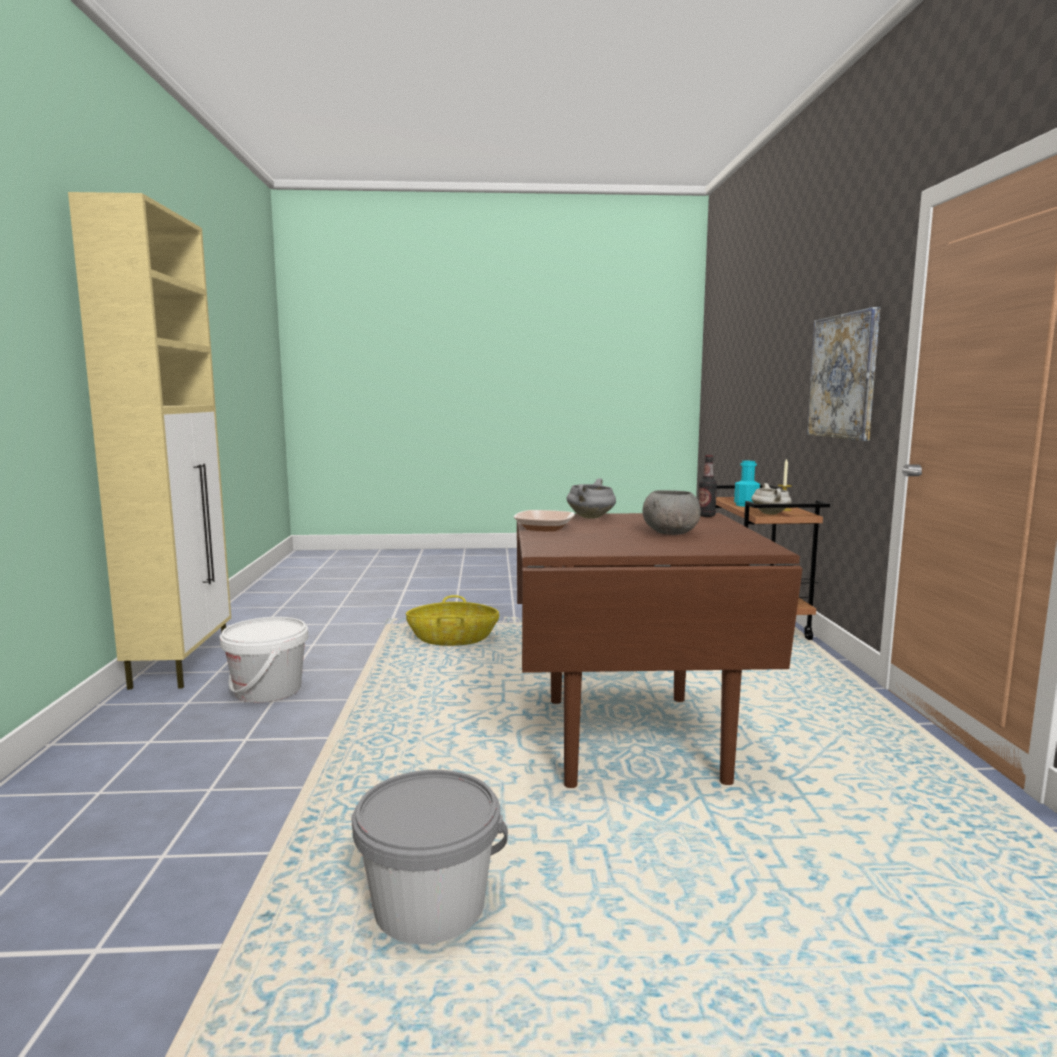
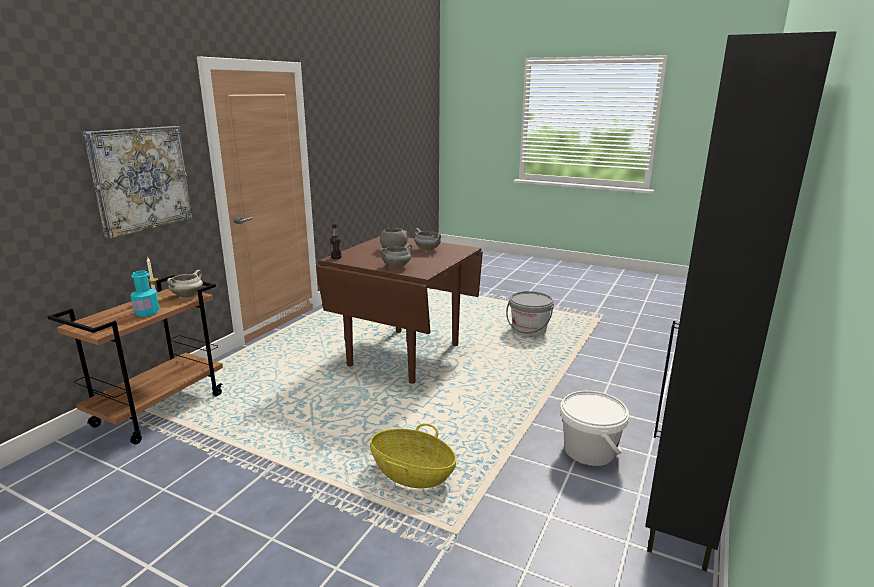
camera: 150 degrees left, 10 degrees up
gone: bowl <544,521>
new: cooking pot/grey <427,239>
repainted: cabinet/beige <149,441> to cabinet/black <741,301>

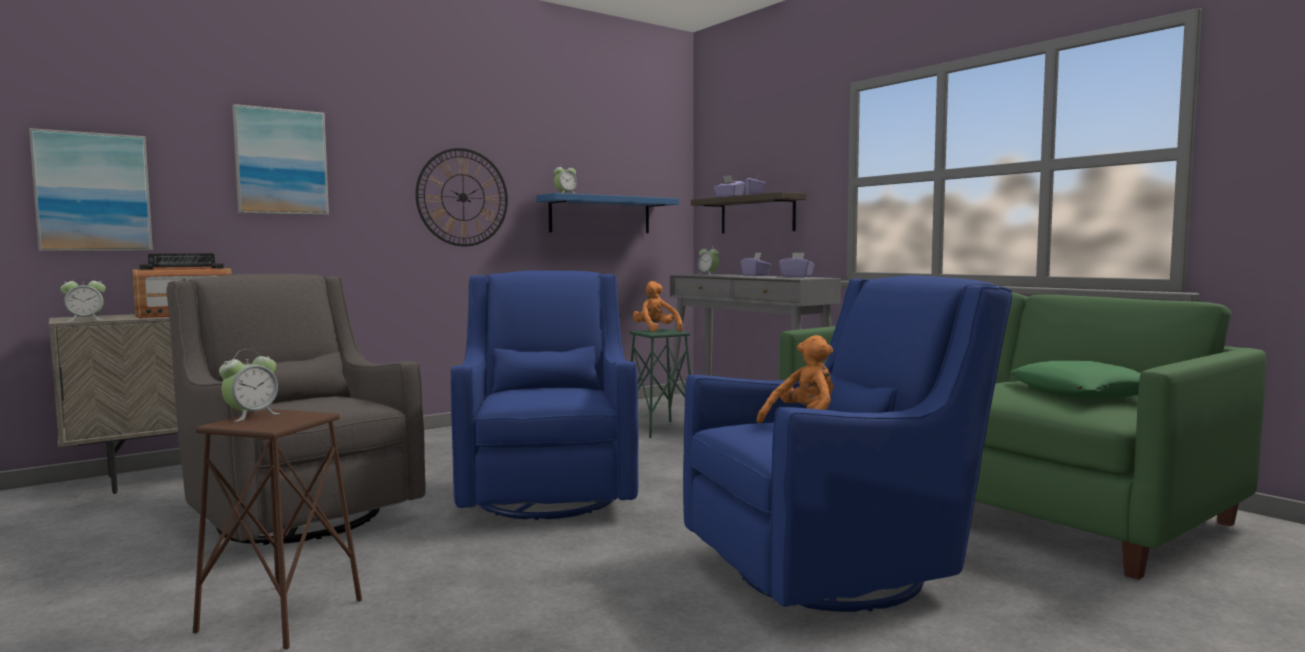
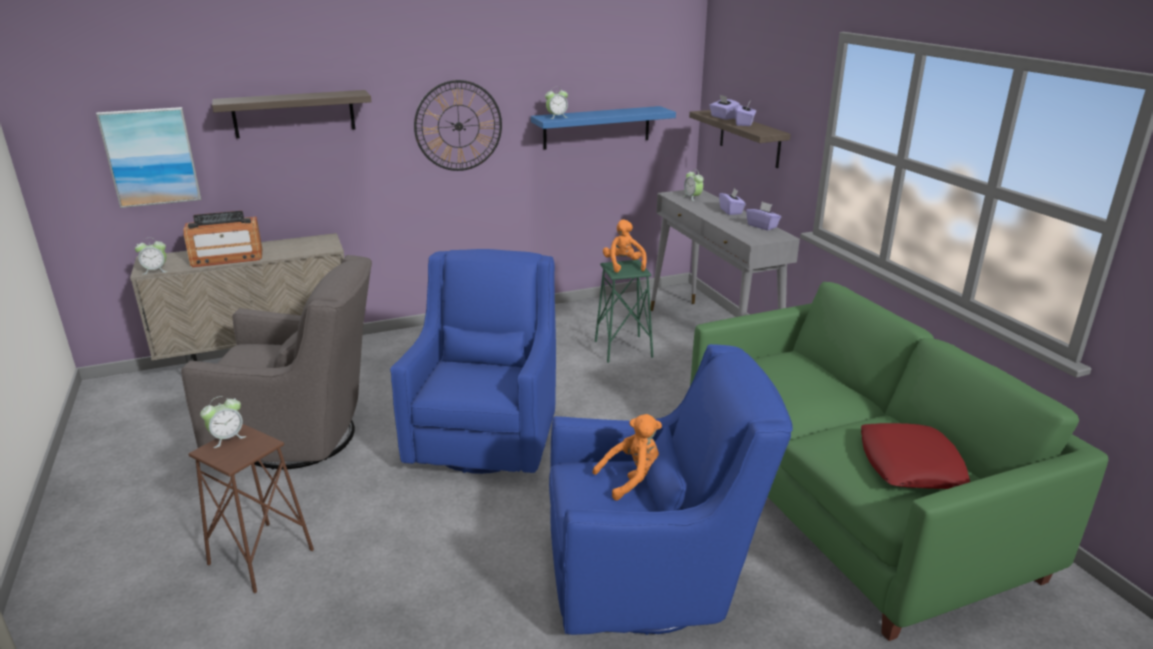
camera: 15 degrees right, 20 degrees up
swapped: picture <280,159> to shelf <291,114>
repainted: pillow/green <1075,380> to pillow/red <915,456>
rotated: armchair/grey <296,409> = <276,362> 120 degrees clockwise

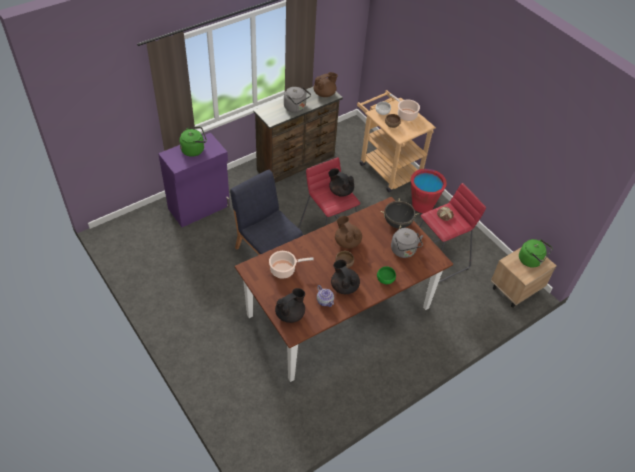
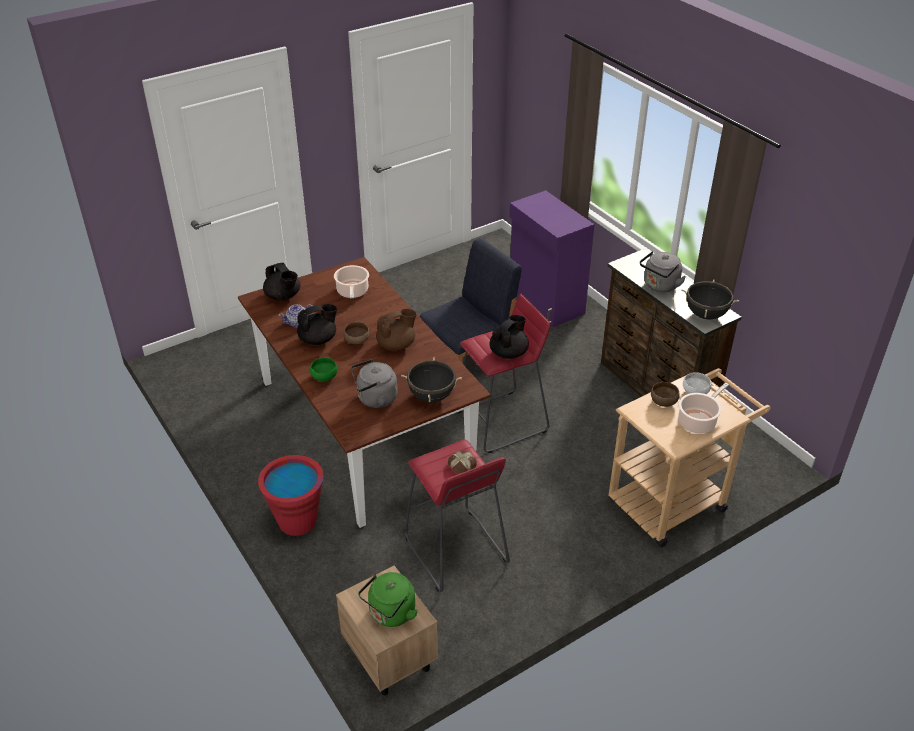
camera: 95 degrees right, 10 degrees down
gone: kettle/green <193,142>
shifted: bucket/red <429,191> to <290,495>
swapped: teapot/brown <326,84> to cooking pot/black <710,299>

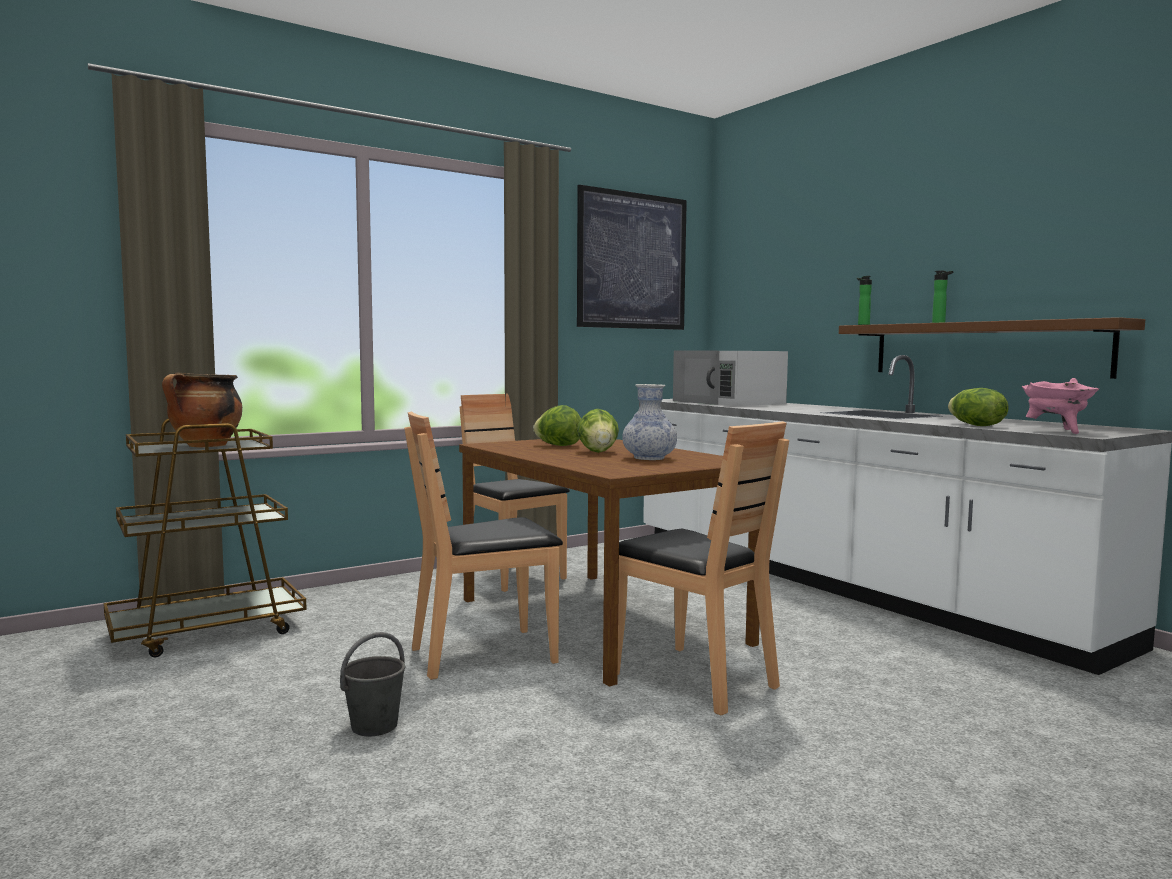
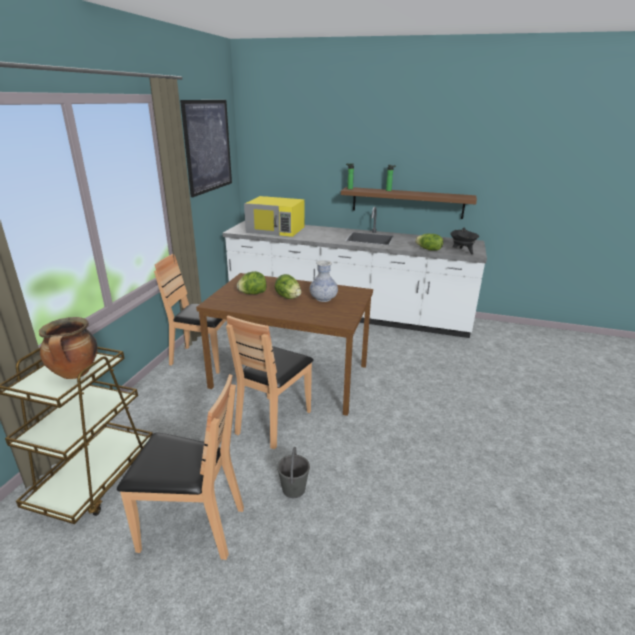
camera: 40 degrees left, 20 degrees up
shifted: chair/brown <703,568> to <180,467>
repainted: microwave/white <730,378> to microwave/yellow <274,216>; cooking pot/pink <1060,406> to cooking pot/black <464,241>

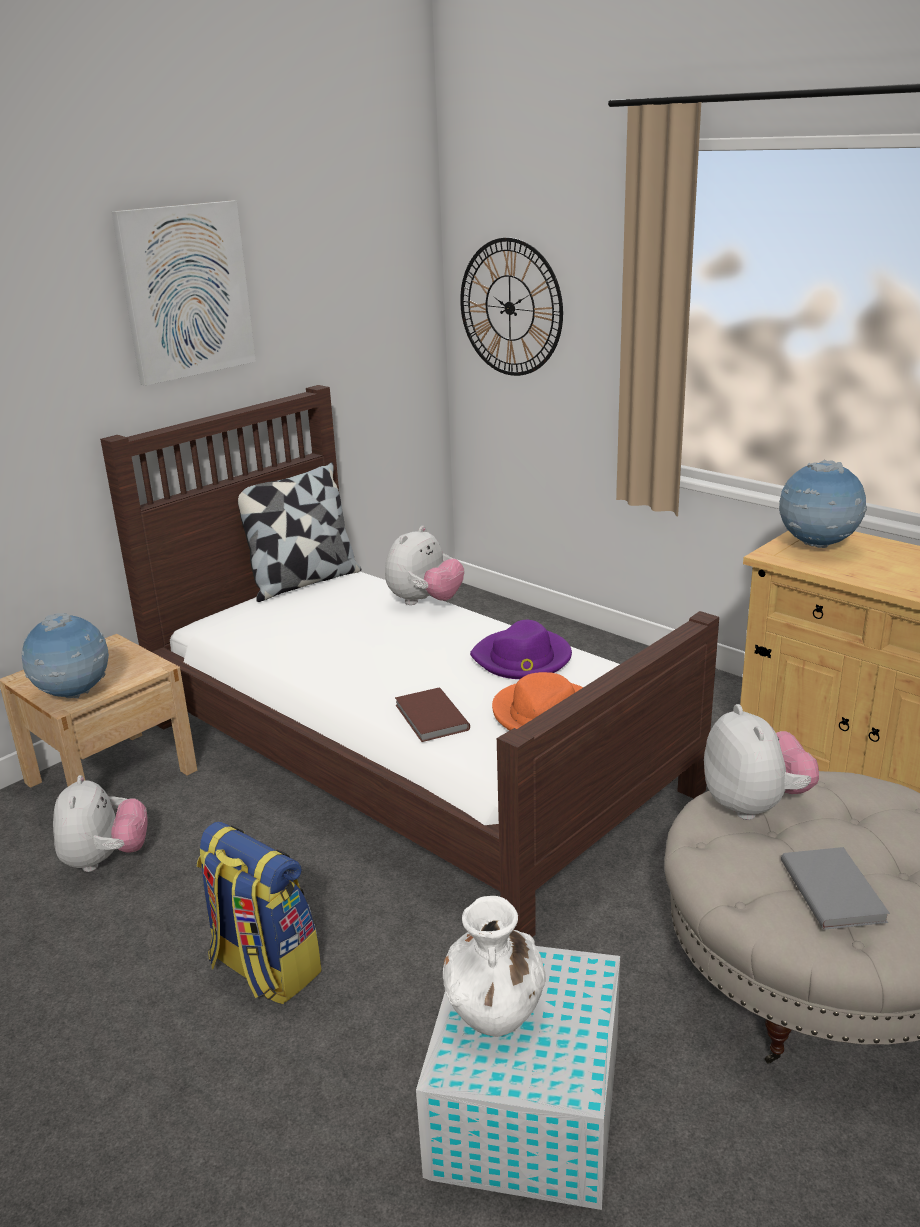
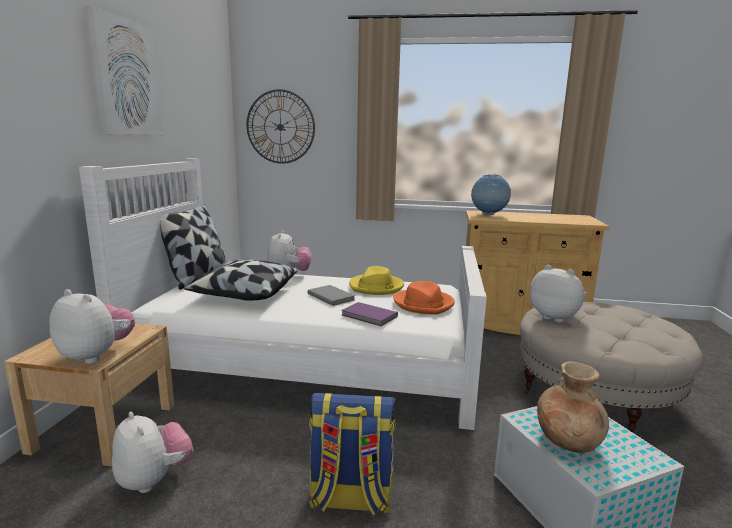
camera: 35 degrees left, 10 degrees down
new: pillow <240,280>
shifted: book/grey <835,888> to <331,295>
swapped: globe <65,656> to plush toy <92,326>
repainted: bed/brown <409,661> to bed/white <283,294>; book/brown <432,714> to book/purple <370,314>; vase/white <494,966> to vase/brown <573,407>; hat/purple <521,649> to hat/yellow <376,280>

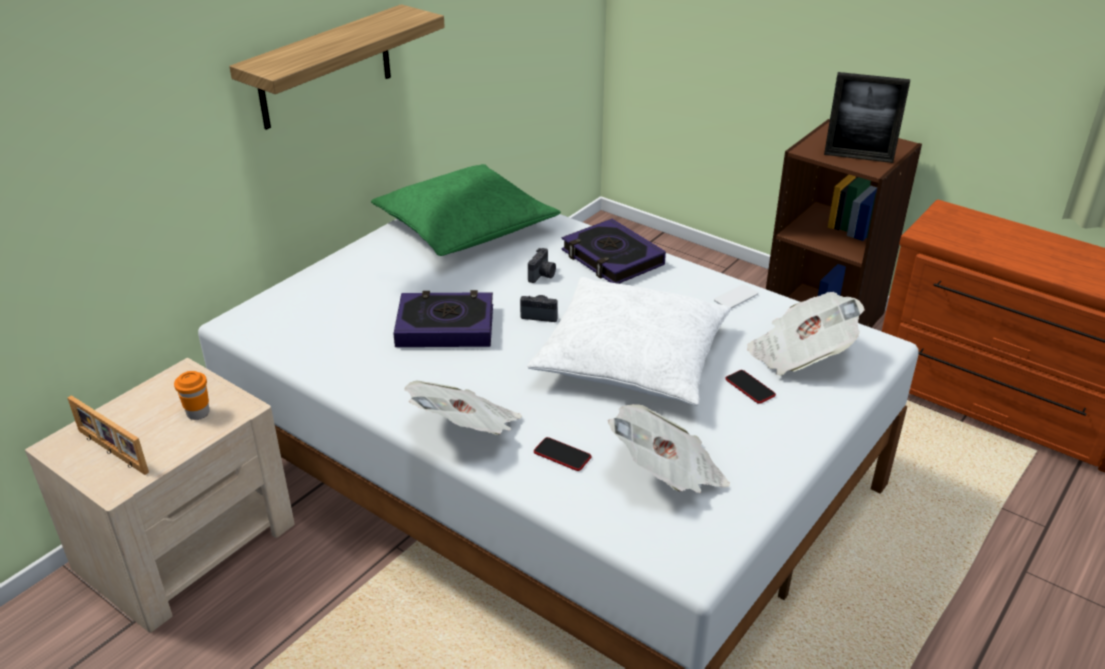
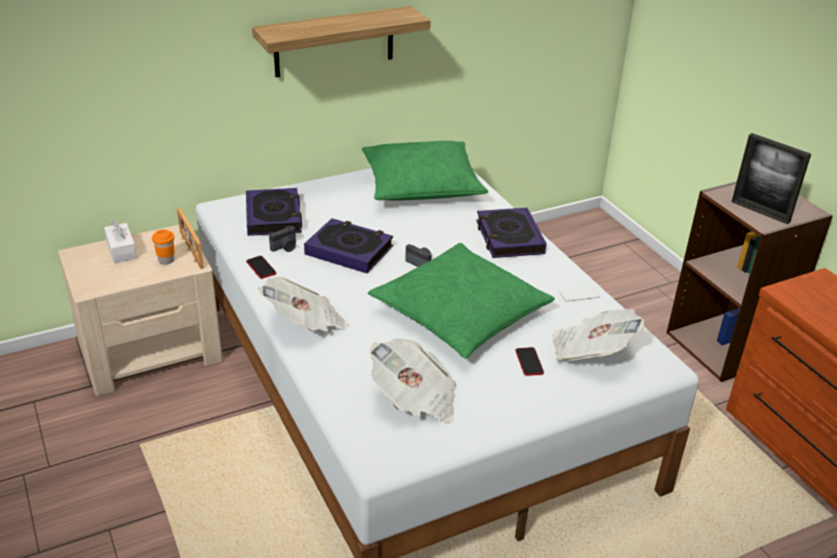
camera: 25 degrees right, 0 degrees up
new: tissue box/white <120,241>; book <274,212>
shifted: picture frame <108,435> to <190,238>; photo camera <542,265> to <282,238>; phone <563,454> to <261,267>
repainted: pillow/white <629,341> to pillow/green <461,301>

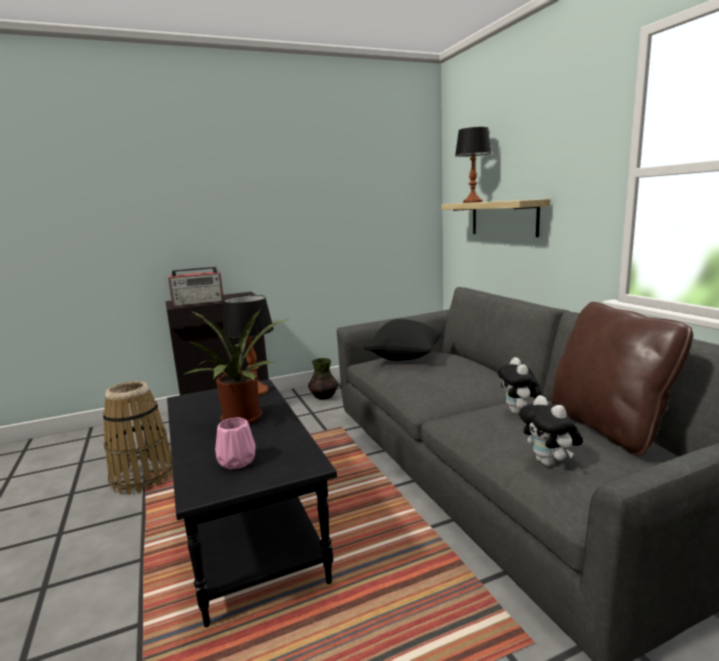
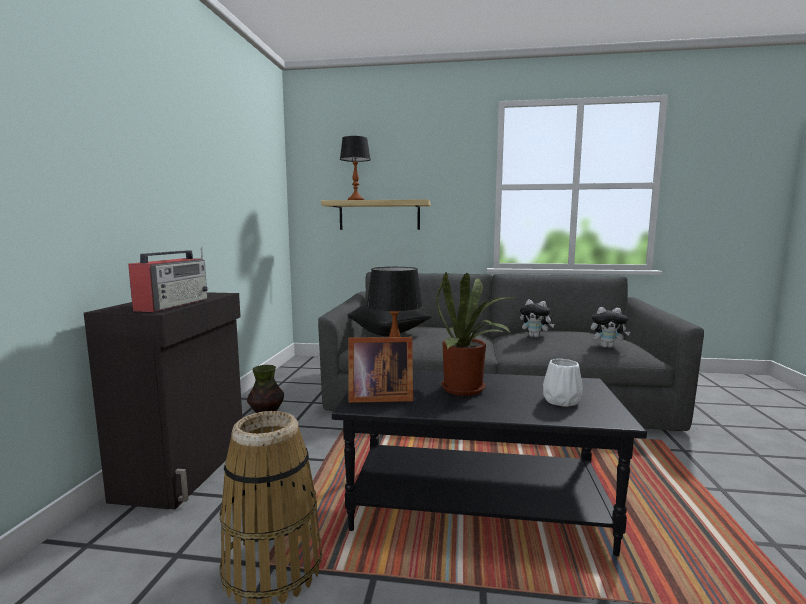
camera: 60 degrees left, 5 degrees down
gone: pillow/brown <622,378>
new: picture frame <380,370>
repainted: vase/pink <235,444> to vase/white <563,383>

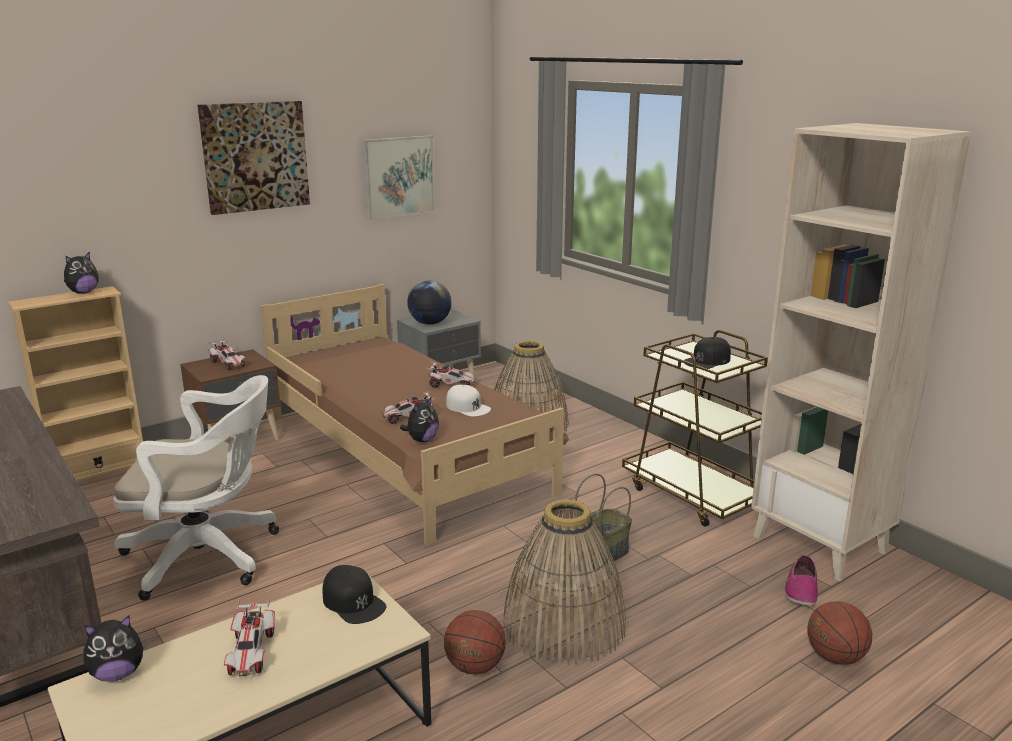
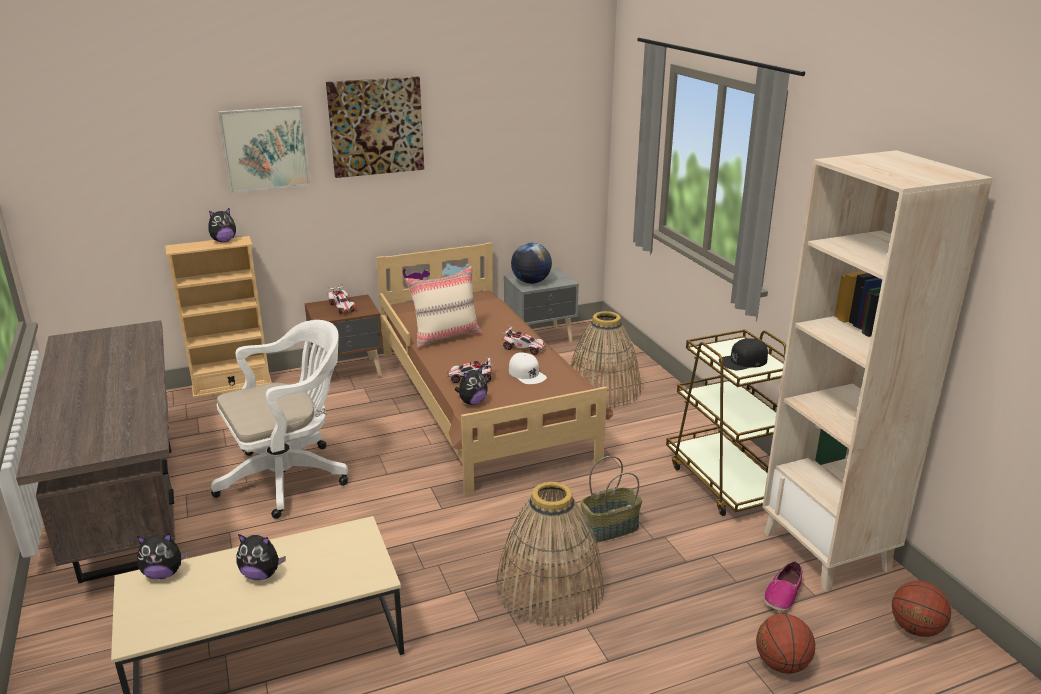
camera: 15 degrees right, 5 degrees up
gone: cap/black <354,594>
new: pillow/beige <444,307>
shifted: picture <399,177> to <264,149>; basketball <475,642> to <921,609>
swapped: toy car <249,636> to plush toy <261,557>
rotated: office chair/white <196,488> = <279,419> 45 degrees counterclockwise

